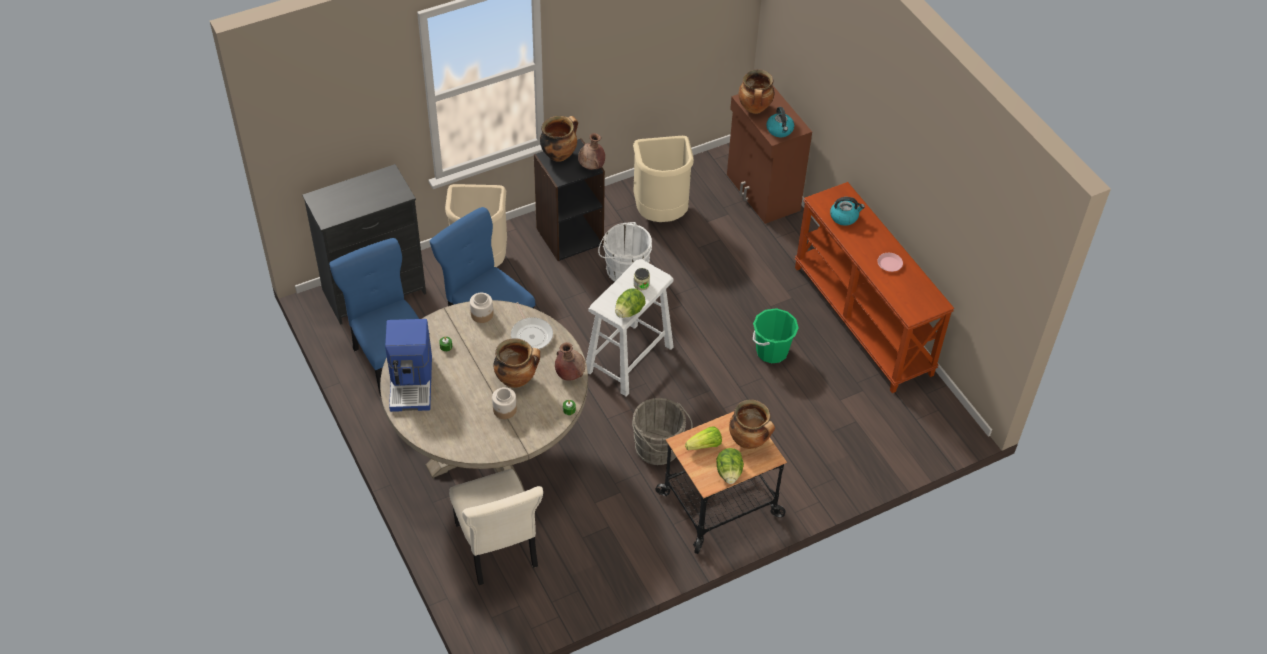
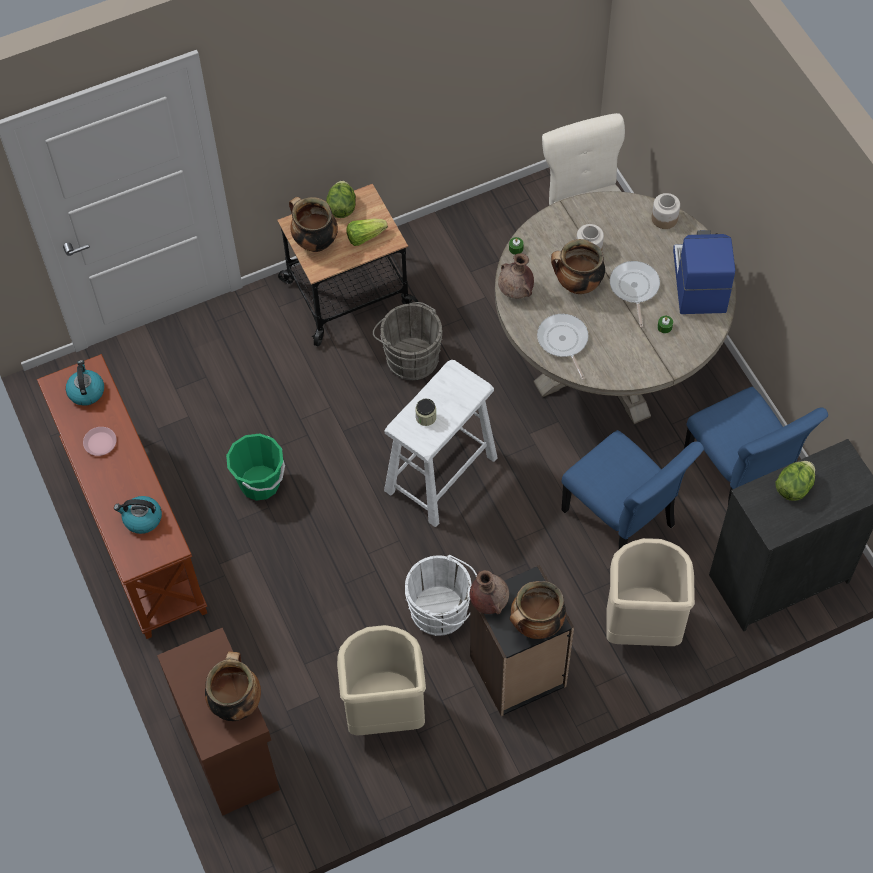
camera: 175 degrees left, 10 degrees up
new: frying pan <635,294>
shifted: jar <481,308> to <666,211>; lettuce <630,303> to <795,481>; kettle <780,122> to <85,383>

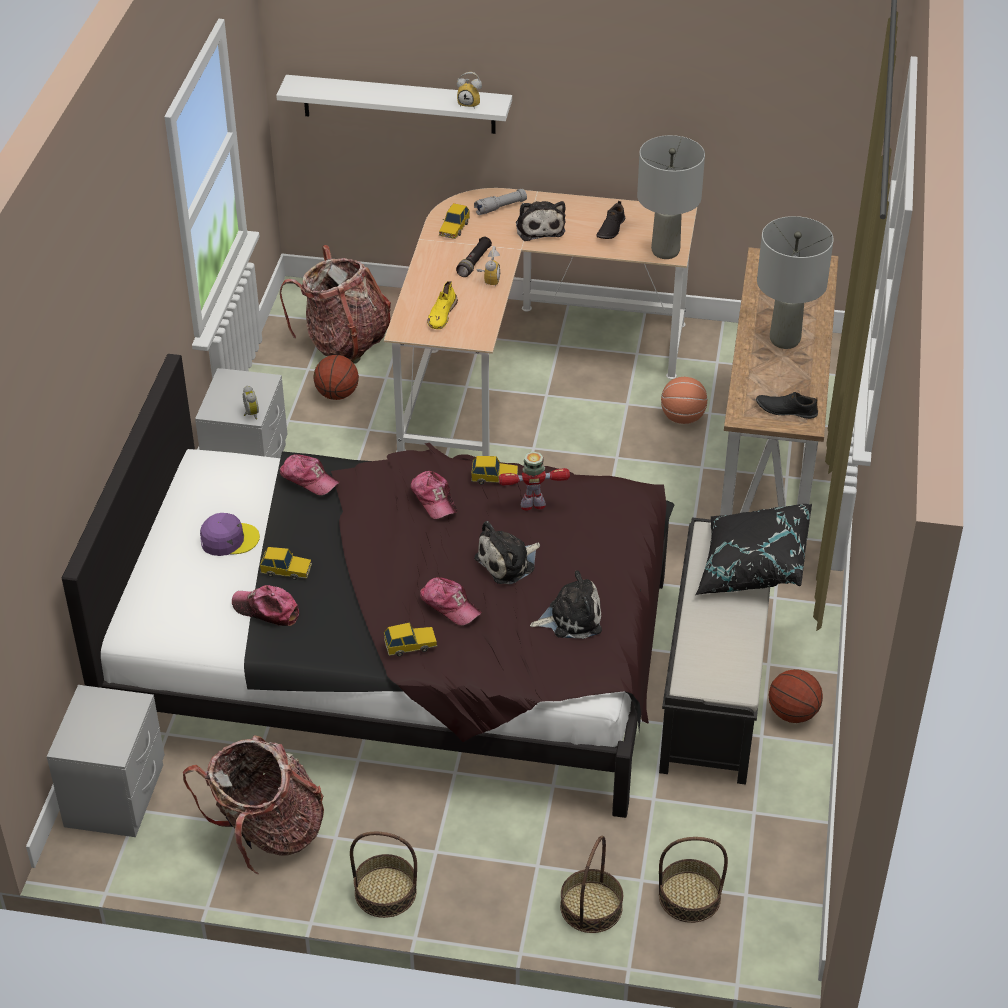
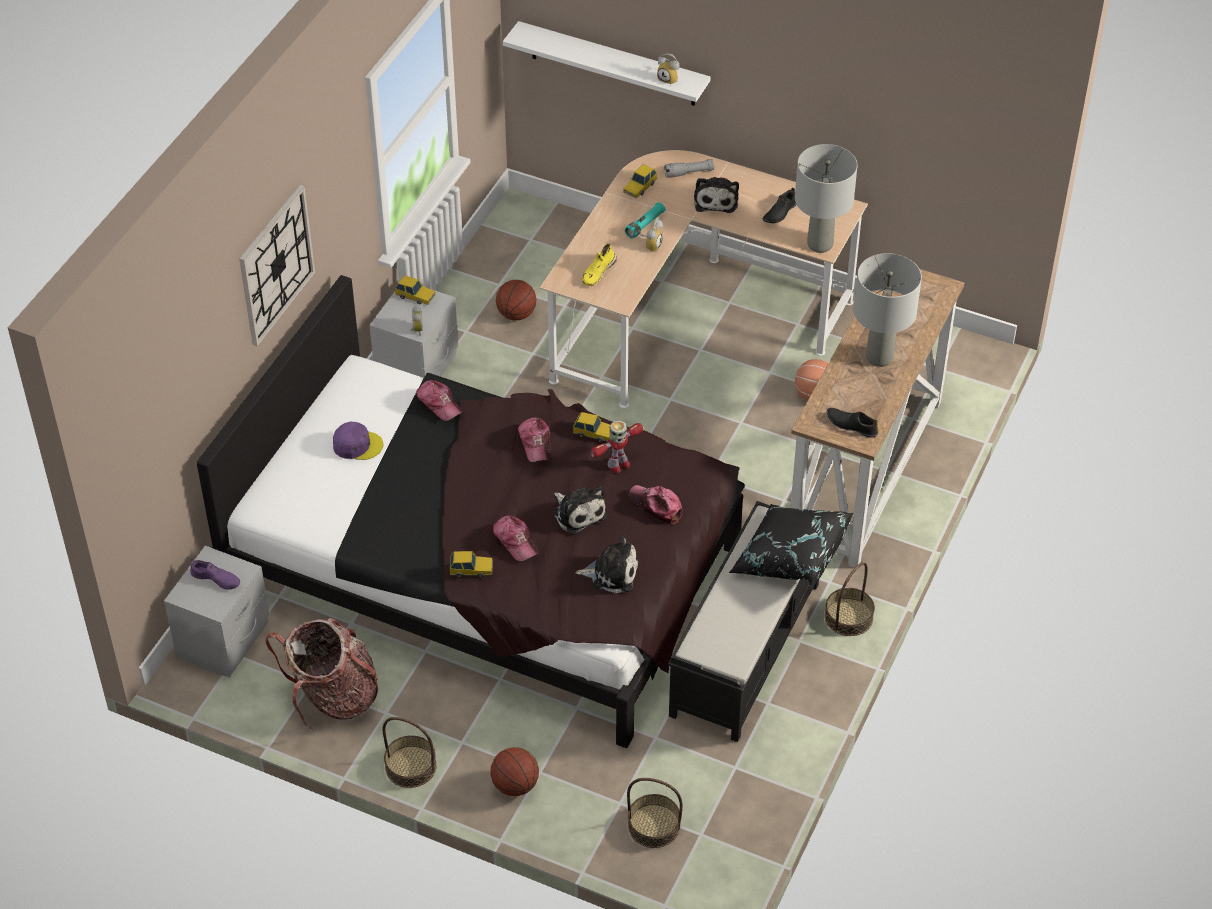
camera: 15 degrees right, 5 degrees up
gone: backpack <335,304>
new: shoe/purple <215,574>; wall clock <277,265>
shifted: cap <265,605> to <656,504>; toy car <286,563> to <415,290>; basket <591,884> to <850,599>; basketball <796,696> to <514,771>
repainted: flashlight/black <474,257> to flashlight/turquoise <645,220>
rotated: plush toy <507,552> = <580,510> 105 degrees counterclockwise; toy robot <534,481> = <616,446> 135 degrees clockwise

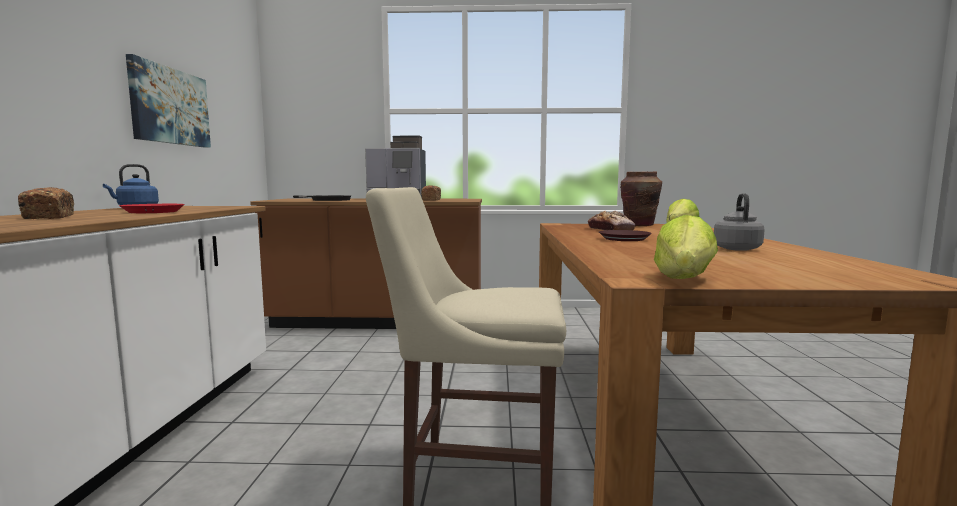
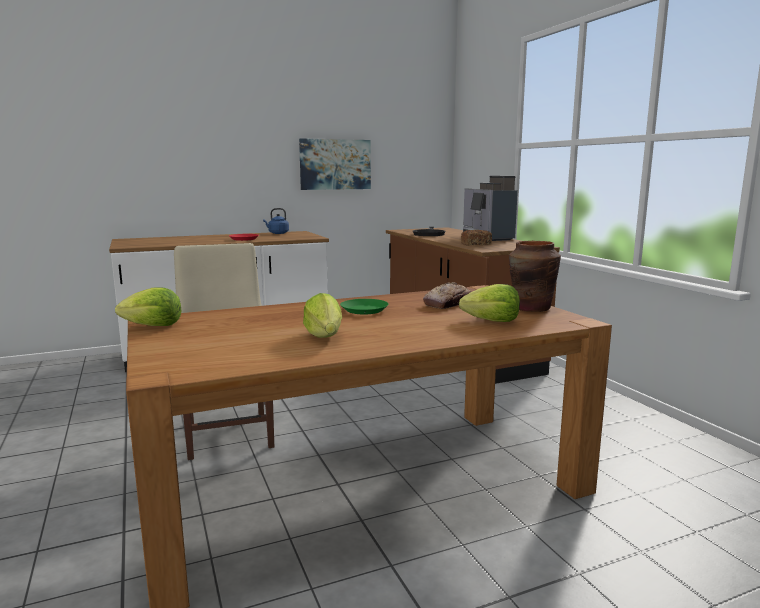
camera: 65 degrees right, 5 degrees up
gone: bread <46,203>
swapped: kettle/grey <739,222> to lettuce <322,315>
repainted: plate/brown <625,235> to plate/green <364,306>

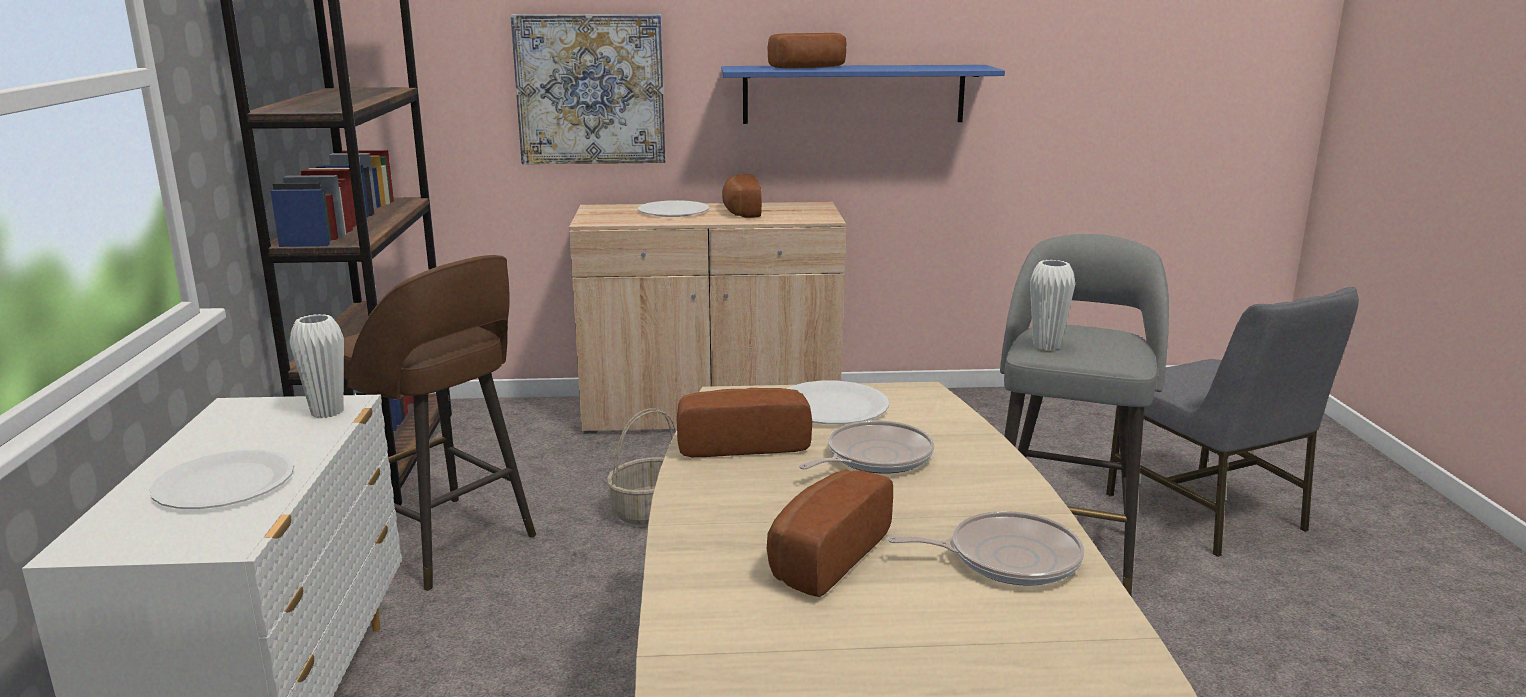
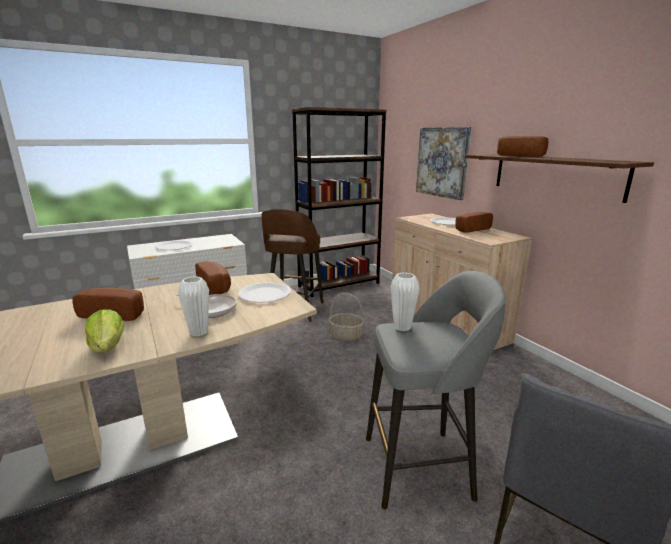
camera: 65 degrees right, 0 degrees up
shifted: vase/white <316,366> to <193,306>
swapped: frying pan <986,548> to lettuce <104,330>
repainted: shelf/blue <863,94> to shelf/brown <559,178>

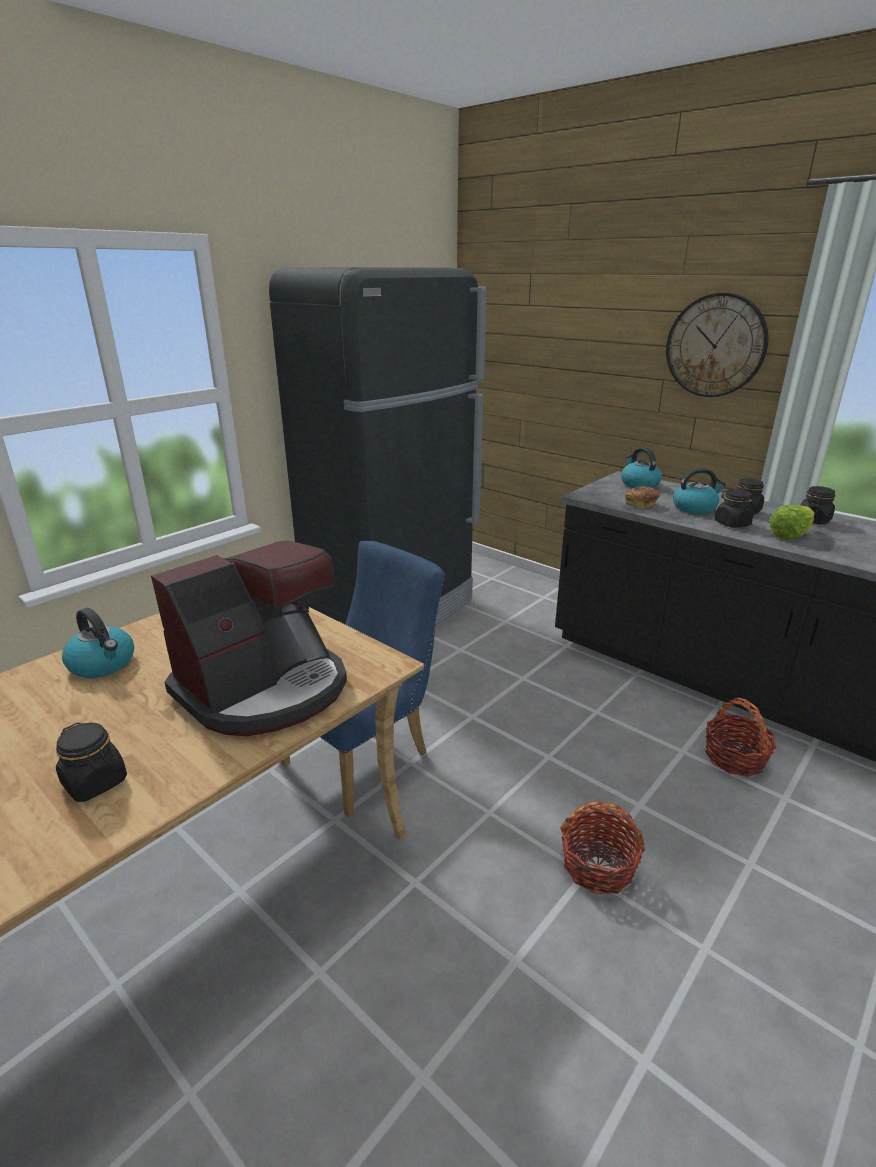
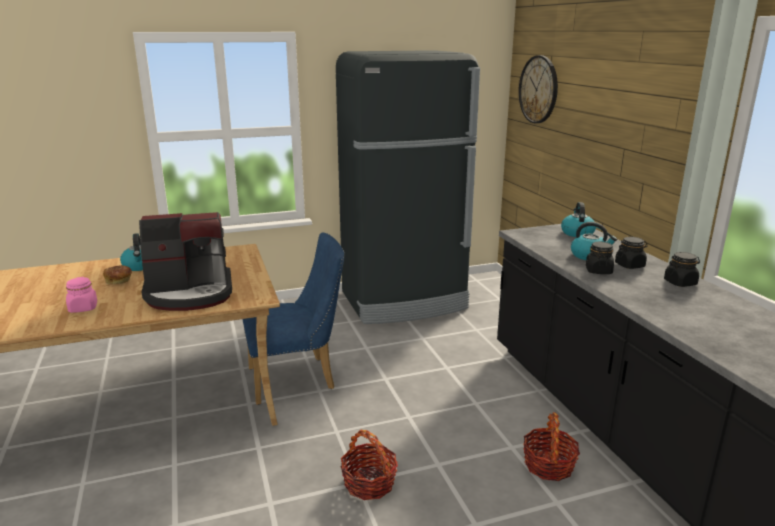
camera: 30 degrees right, 5 degrees down
gone: lettuce <791,522>
shifted: bread <642,497> to <117,274>; wall clock <717,344> to <538,89>
repainted: jar/black <91,762> to jar/pink <81,295>

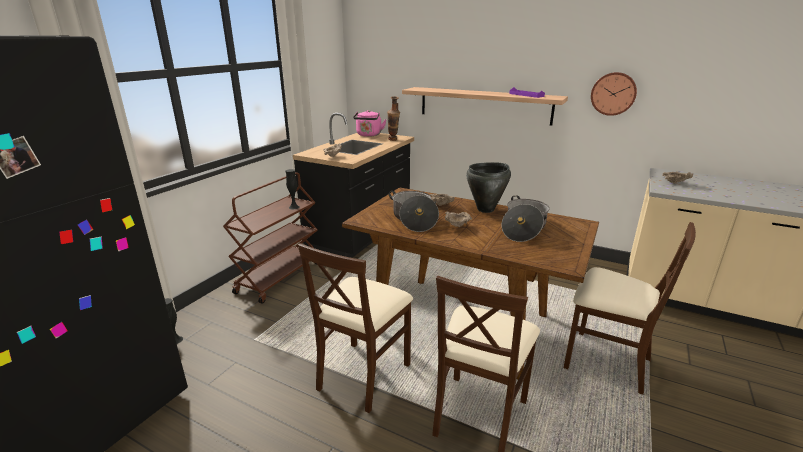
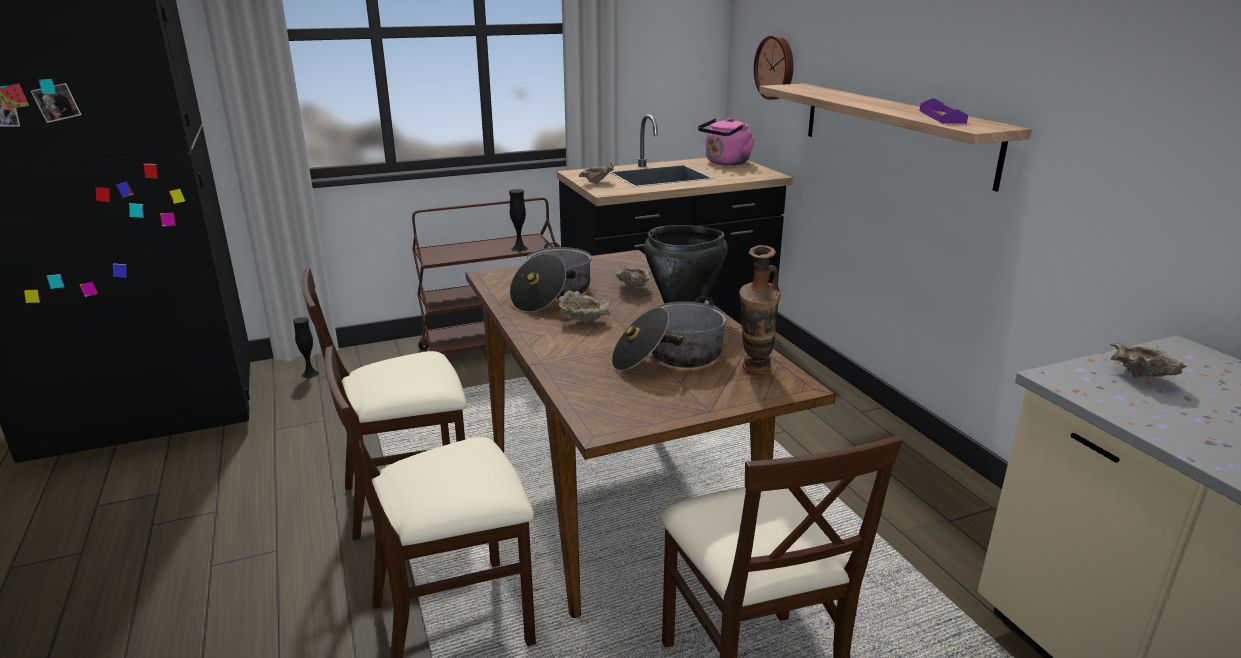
camera: 40 degrees right, 0 degrees up
shifted: vase <393,118> to <760,310>; wall clock <614,94> to <773,67>

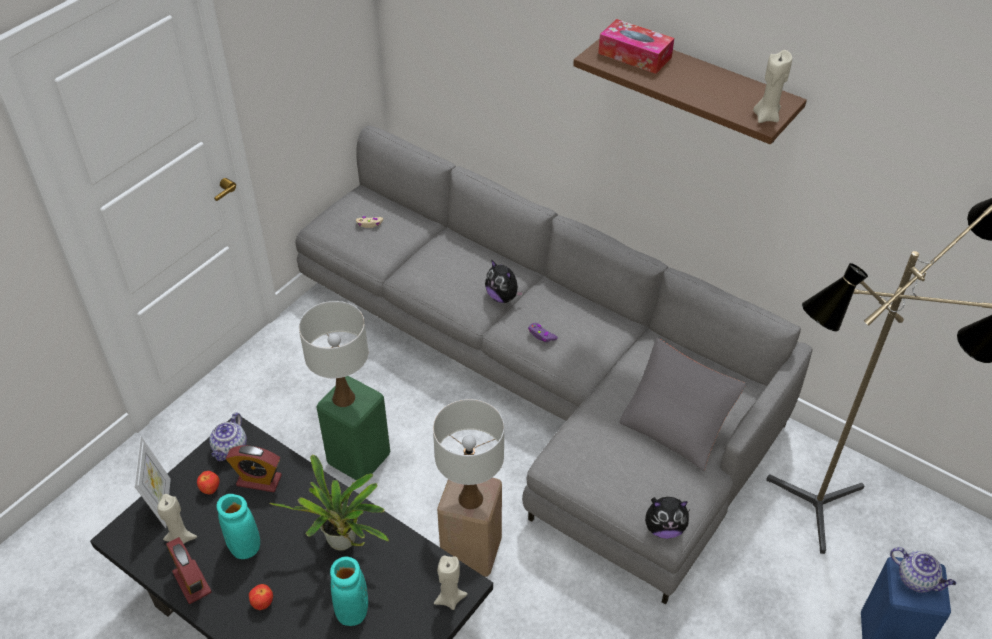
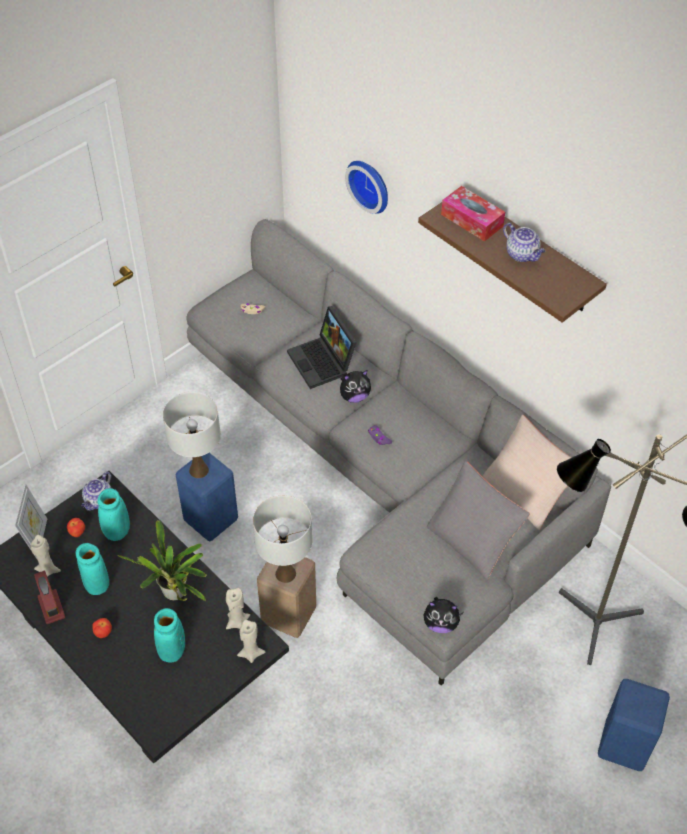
camera: 10 degrees right, 5 degrees up
new: laptop <322,347>; wall clock <366,187>; pillow/beige <526,472>
shifted: candle/beige <772,86> to <238,608>; teapot <923,570> to <524,242>
swapped: alarm clock <254,468> to vase/turquoise <113,514>
repainted: stool/green <353,428> to stool/blue <207,497>
rotated: plush toy <504,281> = <355,386> 75 degrees counterclockwise

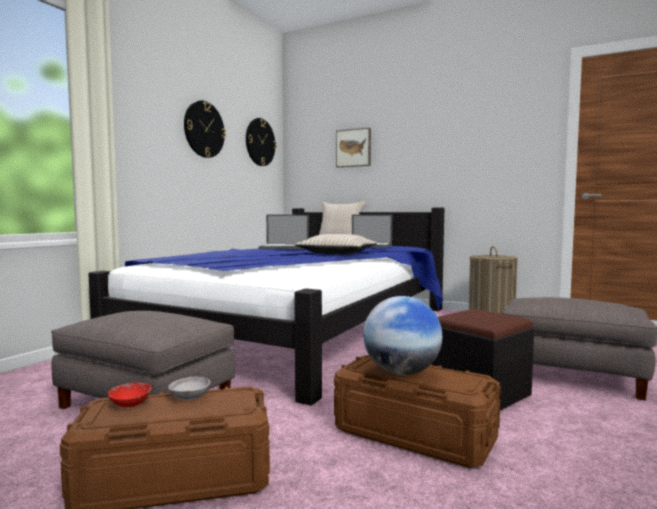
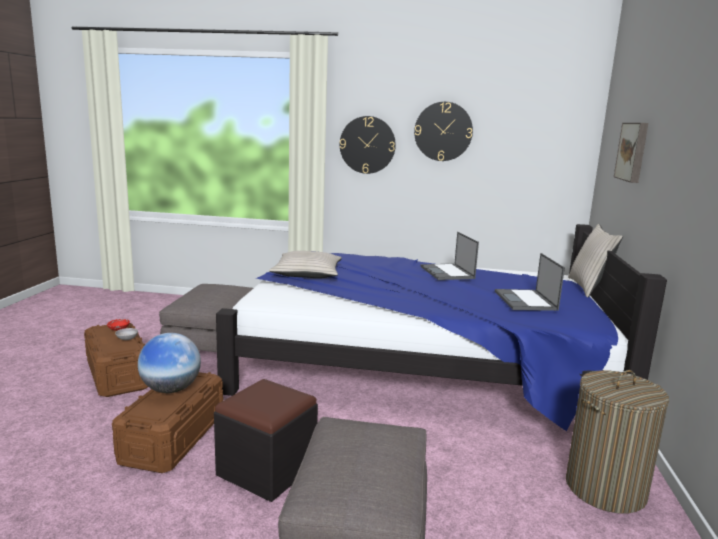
camera: 70 degrees right, 10 degrees up
shifted: wall clock <261,142> to <368,145>; pillow/beige <335,244> to <305,264>

